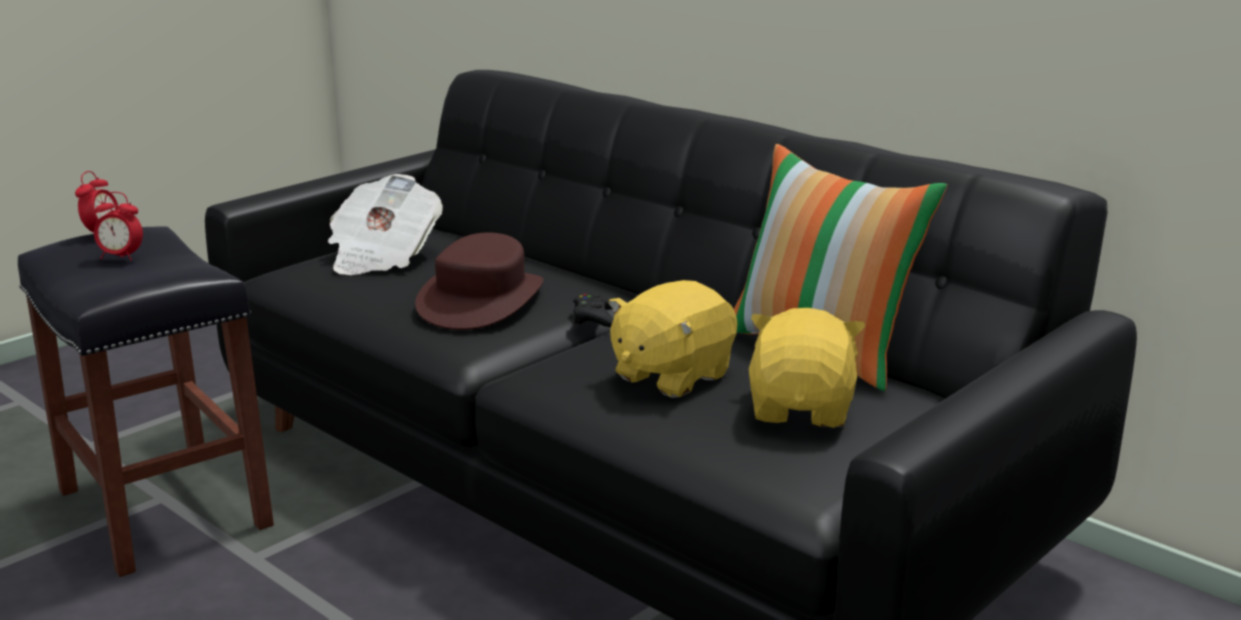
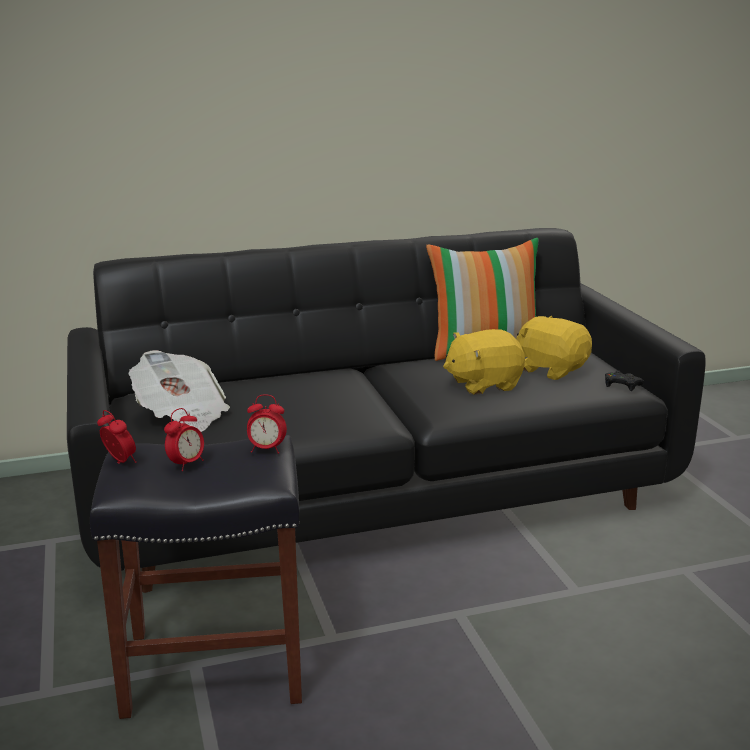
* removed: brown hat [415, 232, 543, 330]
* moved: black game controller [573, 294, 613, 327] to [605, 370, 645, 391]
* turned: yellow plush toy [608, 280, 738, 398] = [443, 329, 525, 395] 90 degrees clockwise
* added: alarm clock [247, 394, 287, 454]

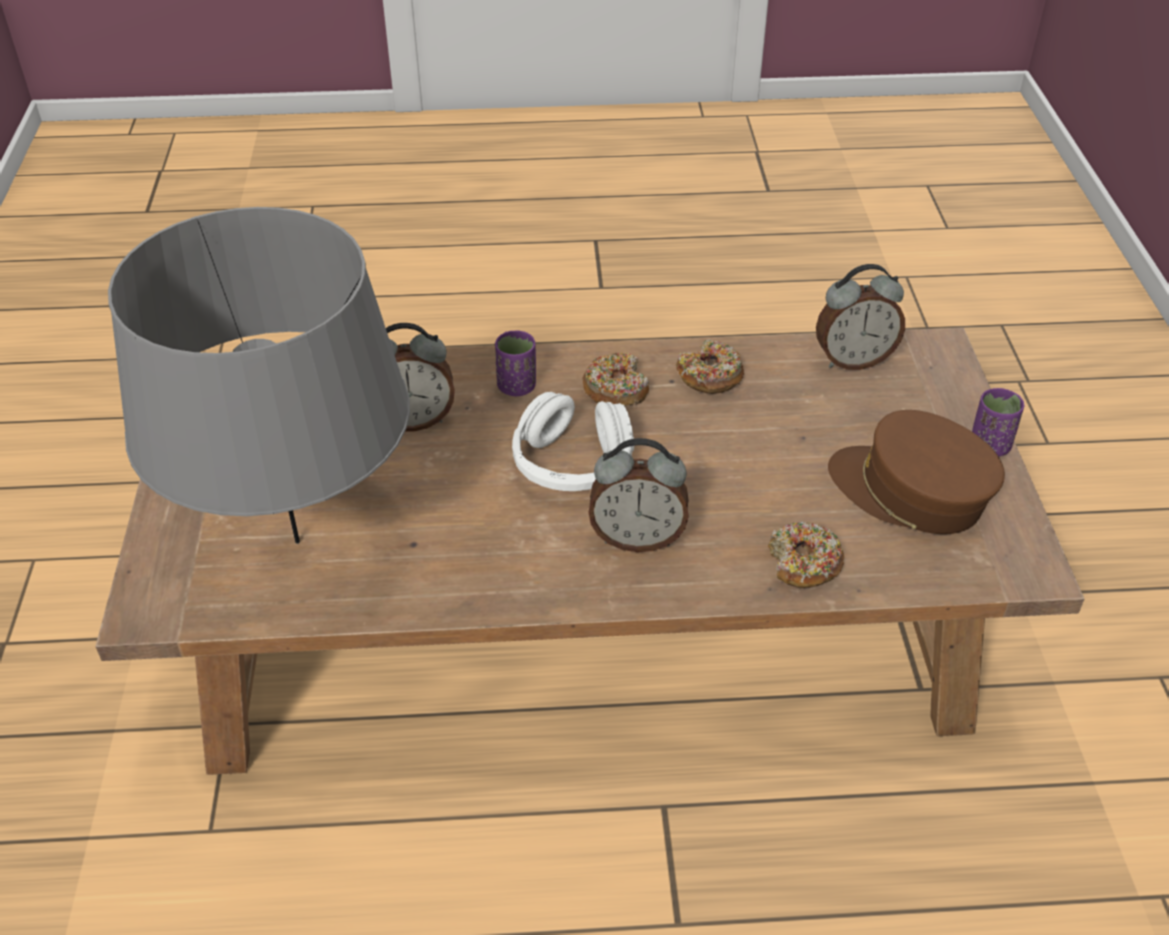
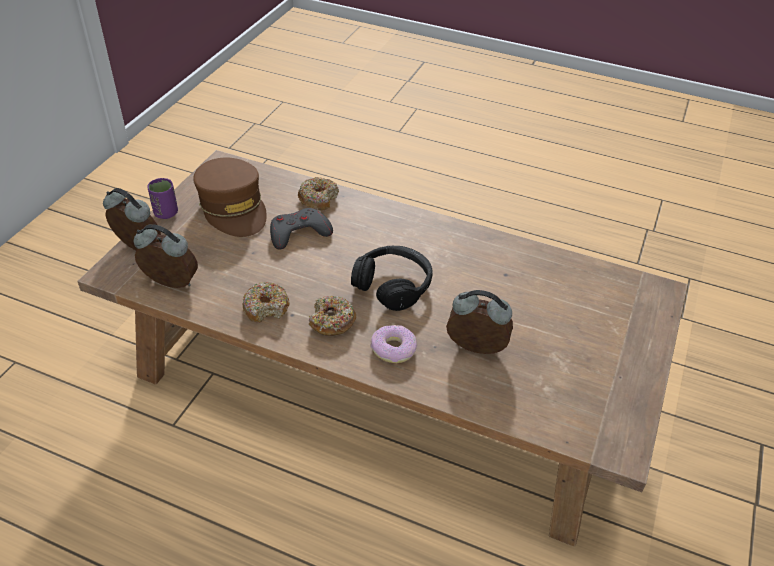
* removed: grey table lamp [108, 207, 410, 544]
* replaced: purple cup [495, 330, 536, 396] to donut [371, 325, 417, 363]
* recoloured: white headphones [512, 392, 634, 491] to black headphones [351, 246, 433, 311]
* moved: alarm clock [589, 438, 689, 552] to [103, 188, 161, 250]
* added: grey game controller [270, 208, 333, 250]

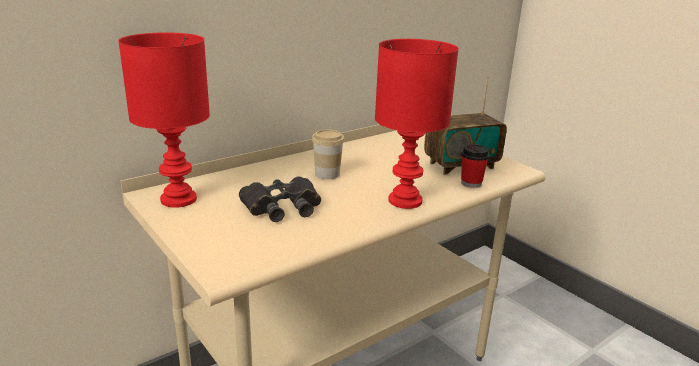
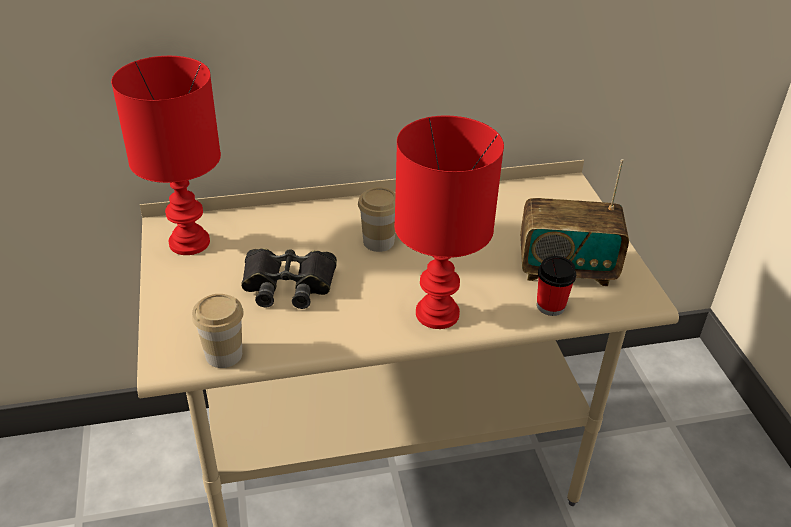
* added: cup [192, 294, 244, 368]

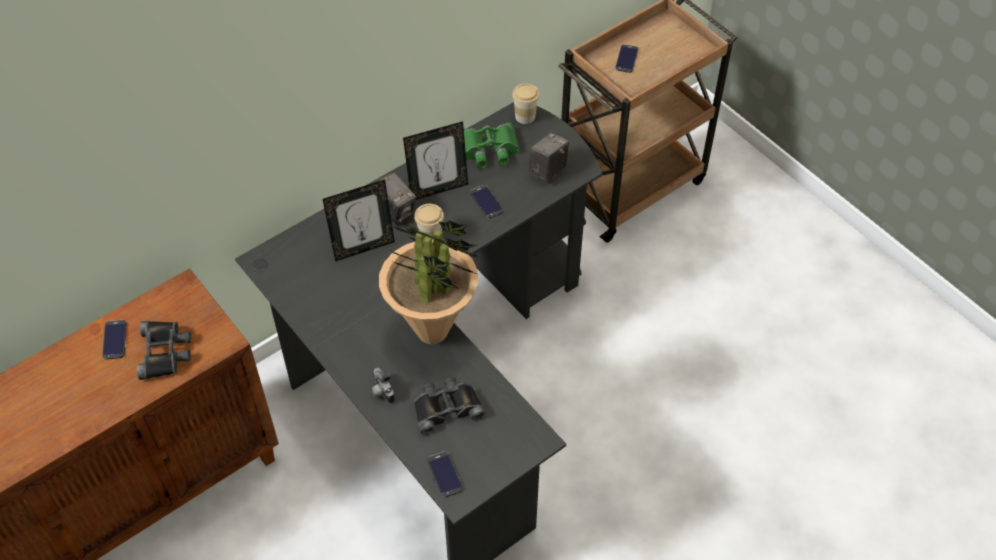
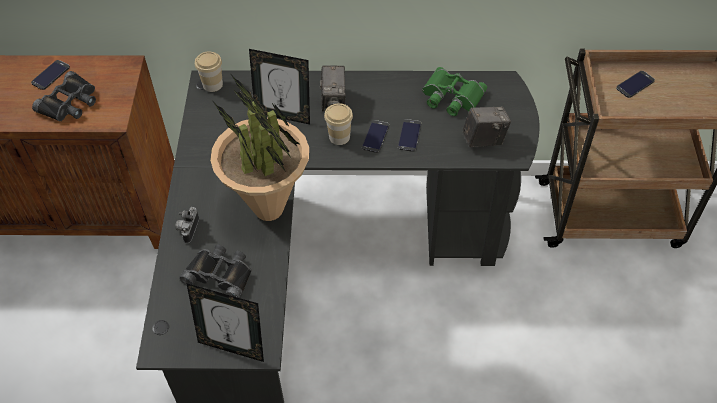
* moved: picture frame [403, 121, 468, 200] to [186, 283, 264, 362]
* moved: phone [427, 452, 463, 497] to [362, 120, 389, 153]
* moved: cup [512, 84, 540, 124] to [195, 52, 223, 92]

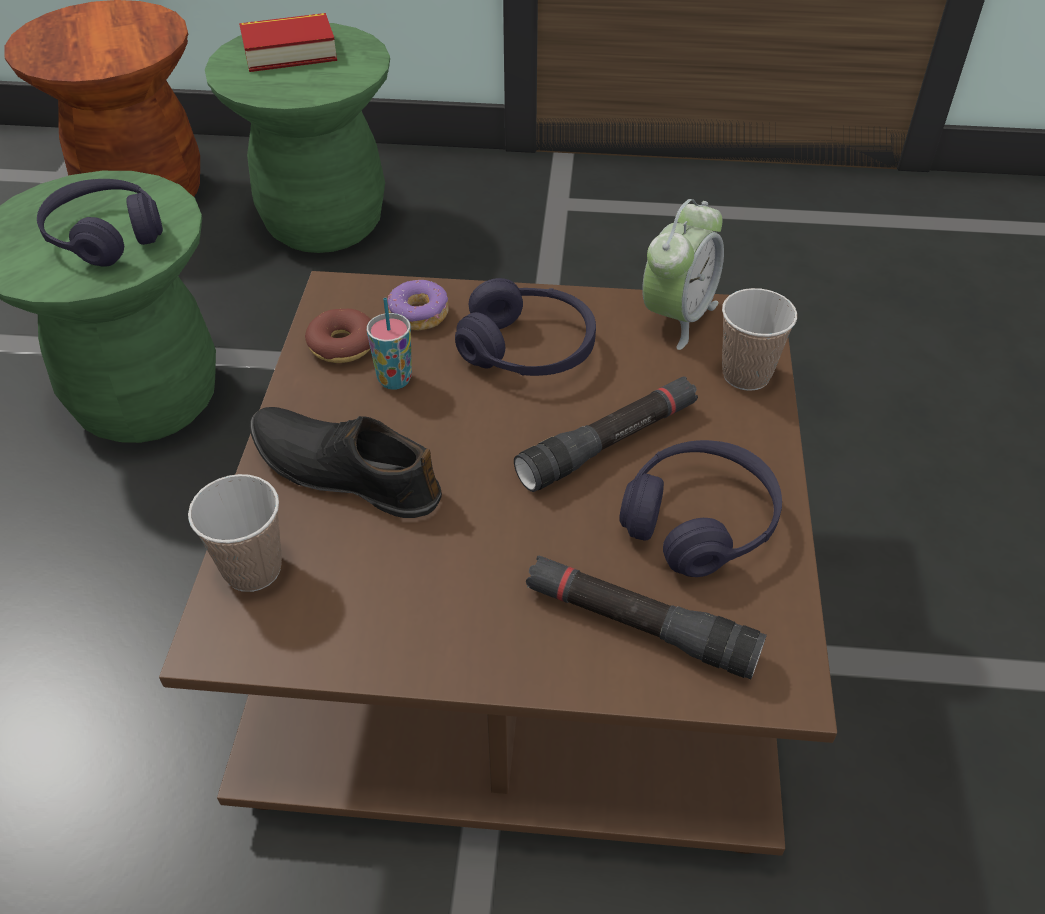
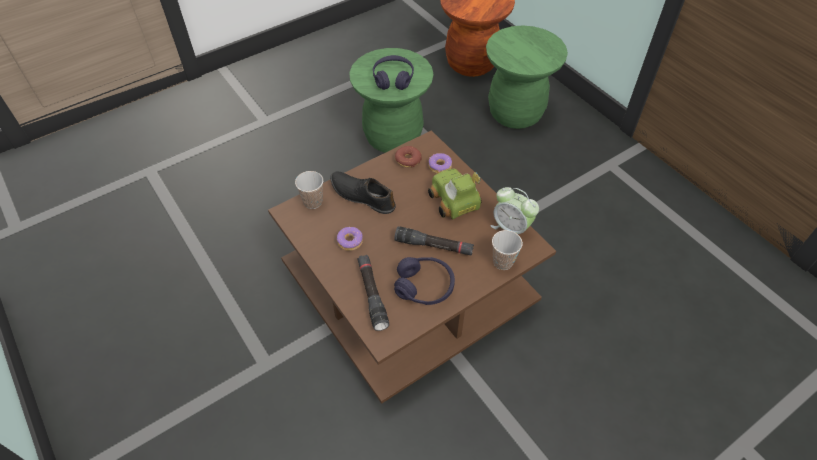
* removed: book [239, 13, 337, 72]
* turned: black shoe [250, 407, 442, 518] = [330, 171, 396, 214] 45 degrees counterclockwise
* removed: cup [367, 297, 412, 390]
* replaced: purple headphones [455, 278, 596, 376] to toy car [428, 169, 482, 219]
* turned: alarm clock [642, 199, 724, 350] = [491, 187, 539, 244] 45 degrees clockwise
* added: donut [337, 227, 363, 251]

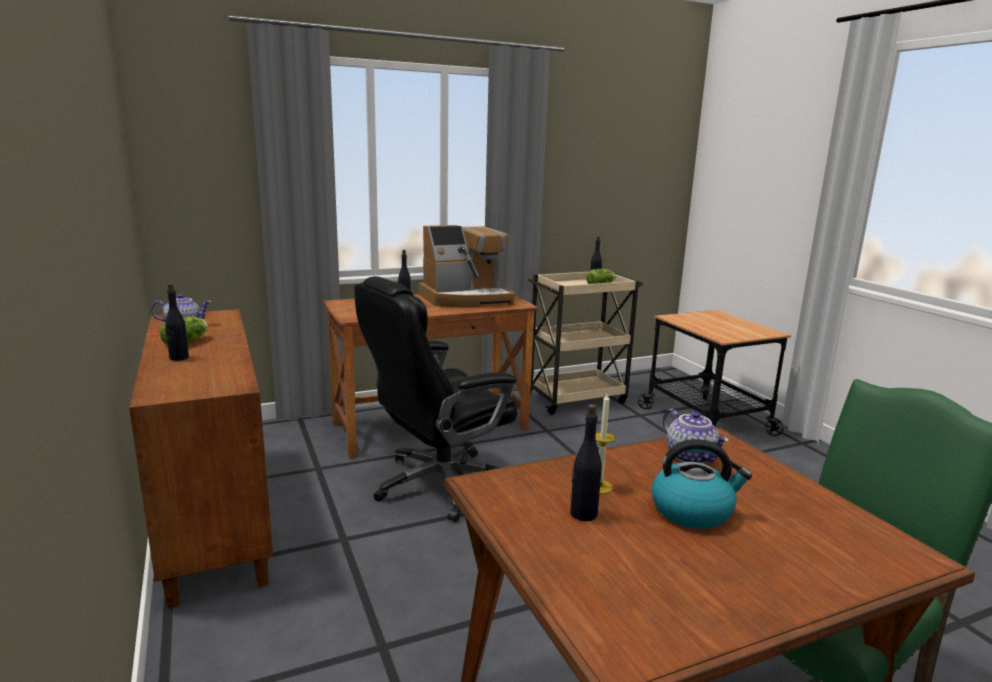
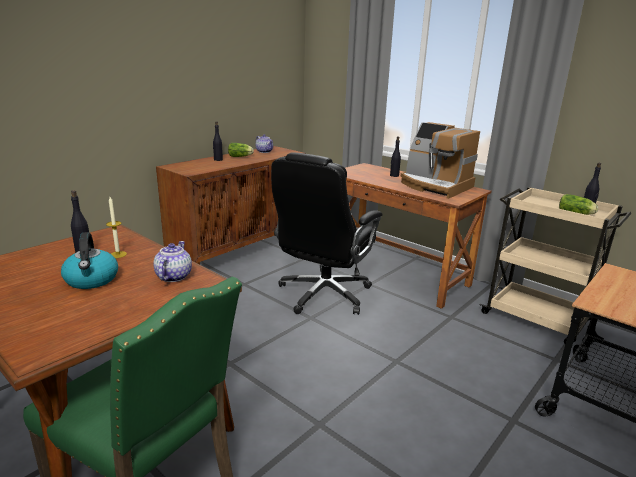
* turned: black office chair [354, 276, 518, 522] = [271, 153, 383, 315] 90 degrees counterclockwise
* turned: teapot [663, 409, 729, 463] = [153, 241, 192, 282] 150 degrees clockwise

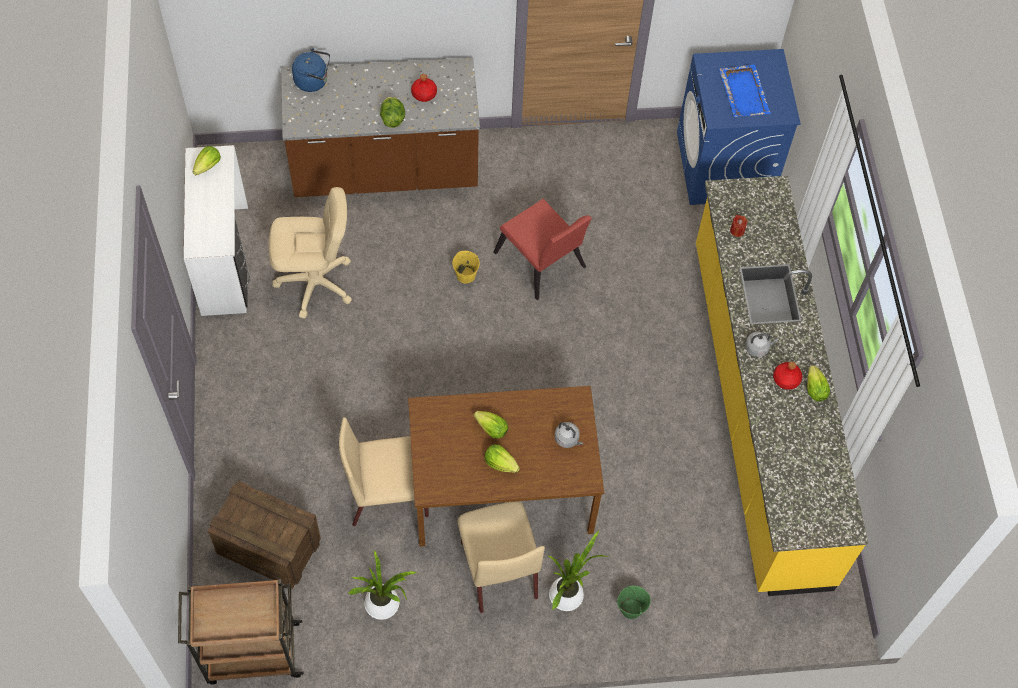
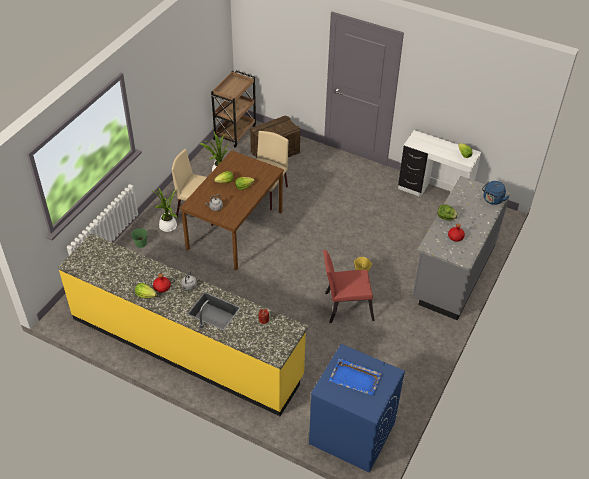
* removed: beige office chair [269, 187, 352, 319]
* recoloured: brown counter [281, 58, 480, 197] to grey counter [413, 176, 510, 320]

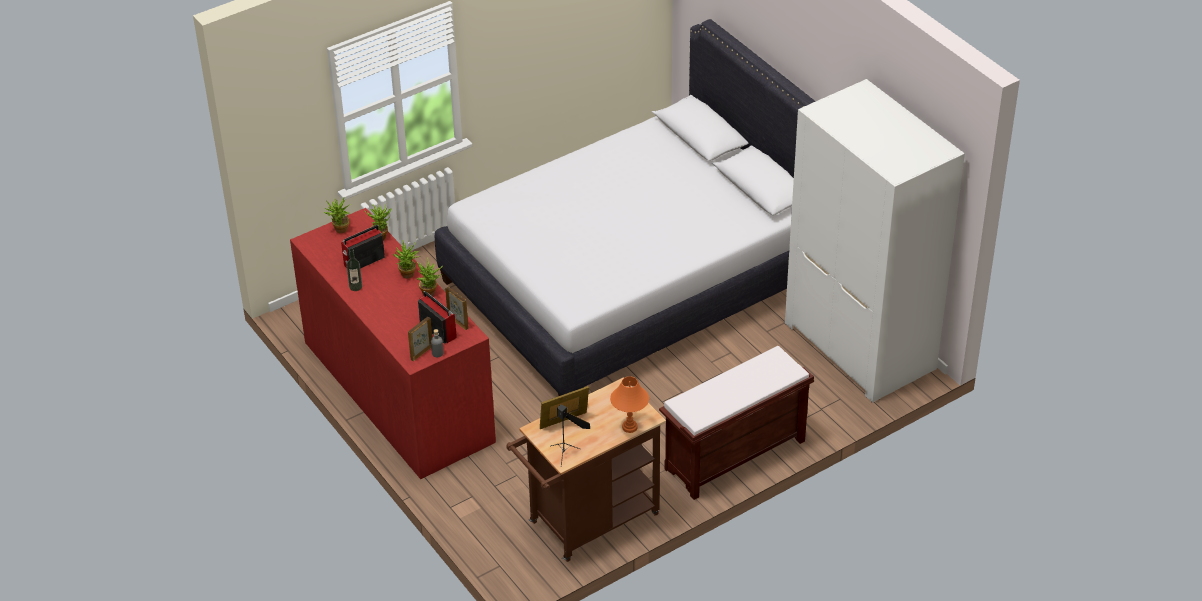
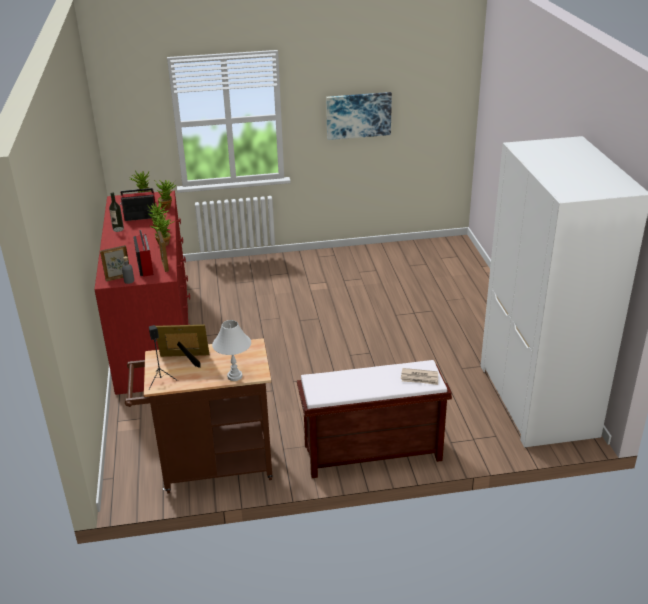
* removed: white bed [435, 19, 816, 396]
* recoloured: orange table lamp [610, 376, 649, 433] to white table lamp [212, 320, 251, 381]
* added: picture [326, 92, 392, 140]
* added: newspaper [401, 368, 438, 385]

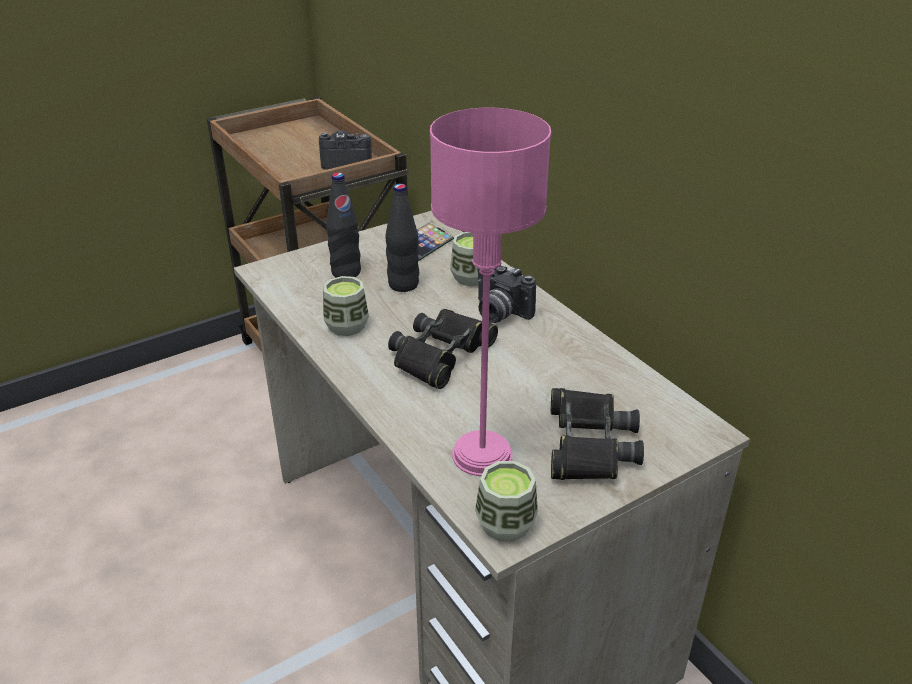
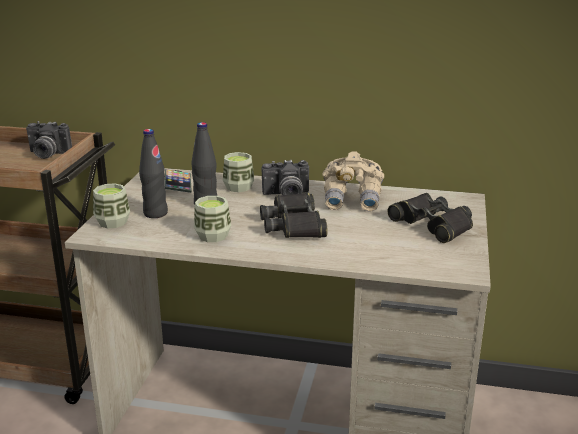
* turned: photo camera [319, 130, 372, 170] = [26, 121, 72, 159] 120 degrees counterclockwise
* removed: pink table lamp [430, 108, 551, 476]
* moved: cup [475, 461, 538, 542] to [93, 183, 130, 228]
* added: beige binoculars [322, 151, 384, 211]

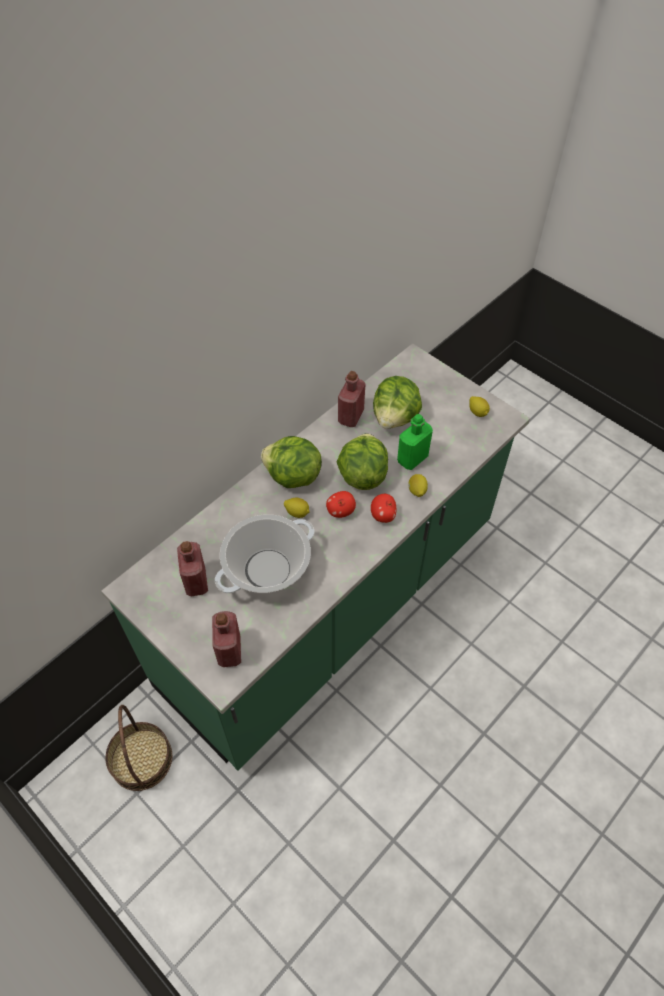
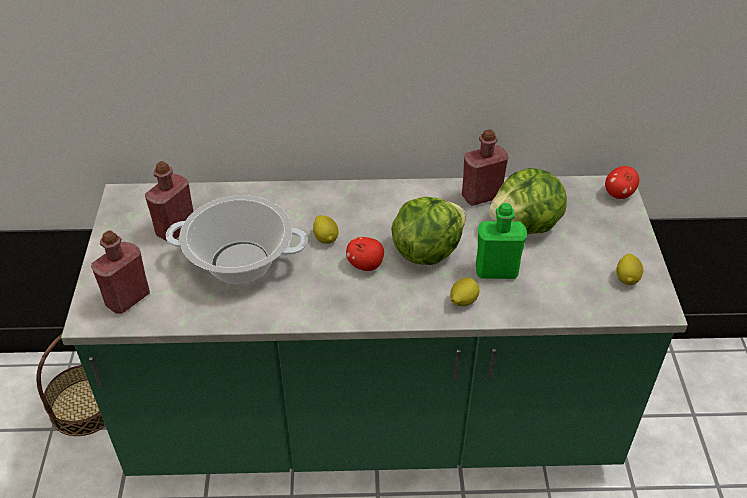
* removed: lettuce [261, 436, 322, 488]
* moved: apple [371, 494, 396, 523] to [605, 166, 639, 199]

